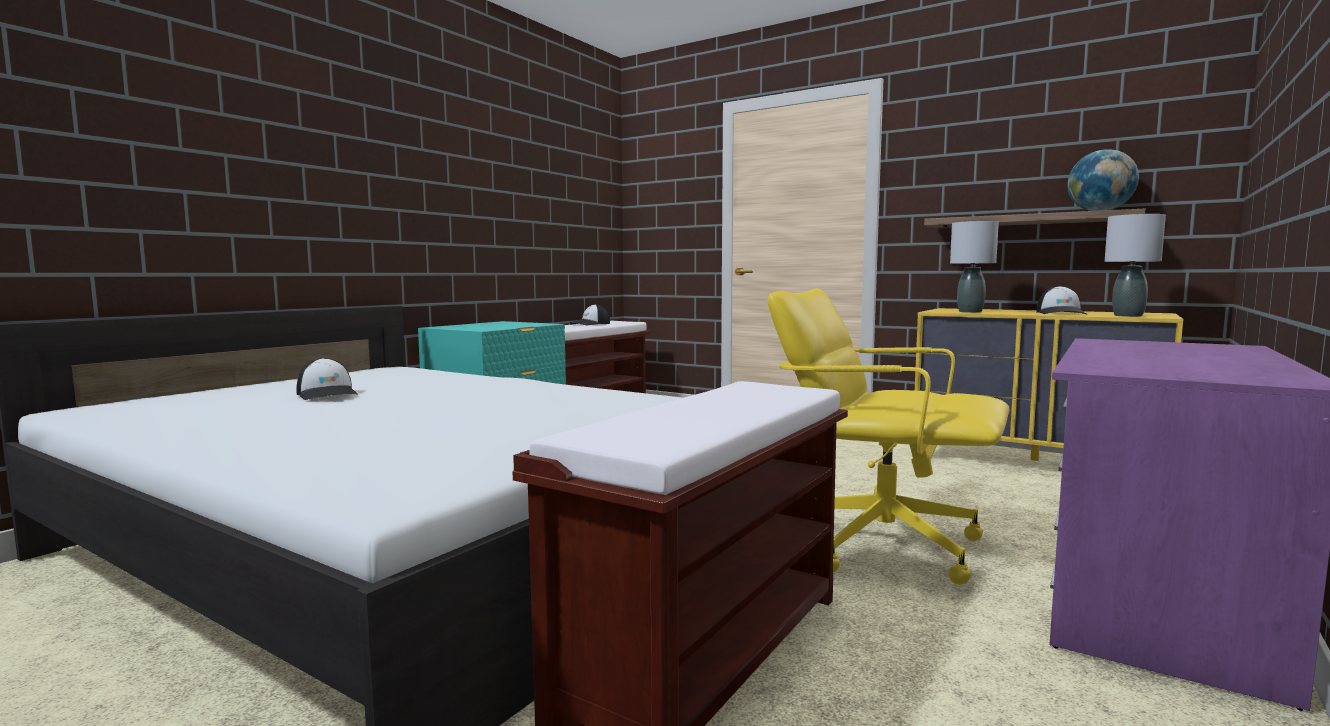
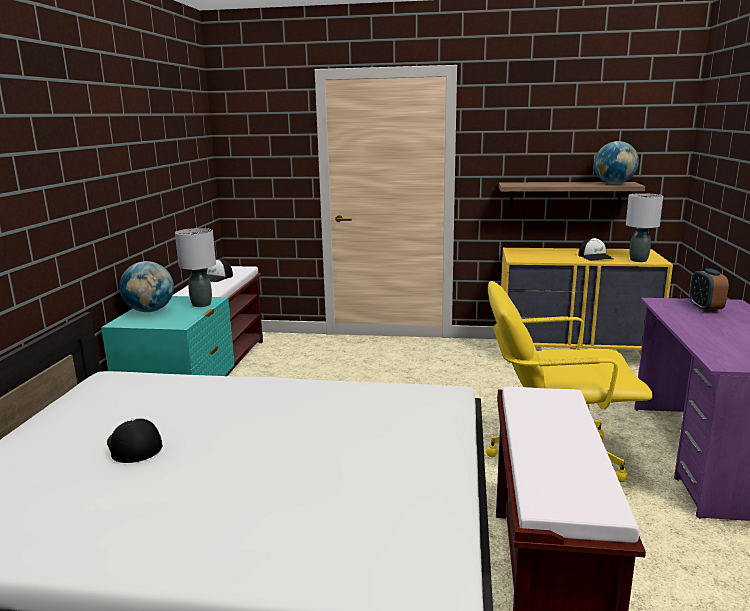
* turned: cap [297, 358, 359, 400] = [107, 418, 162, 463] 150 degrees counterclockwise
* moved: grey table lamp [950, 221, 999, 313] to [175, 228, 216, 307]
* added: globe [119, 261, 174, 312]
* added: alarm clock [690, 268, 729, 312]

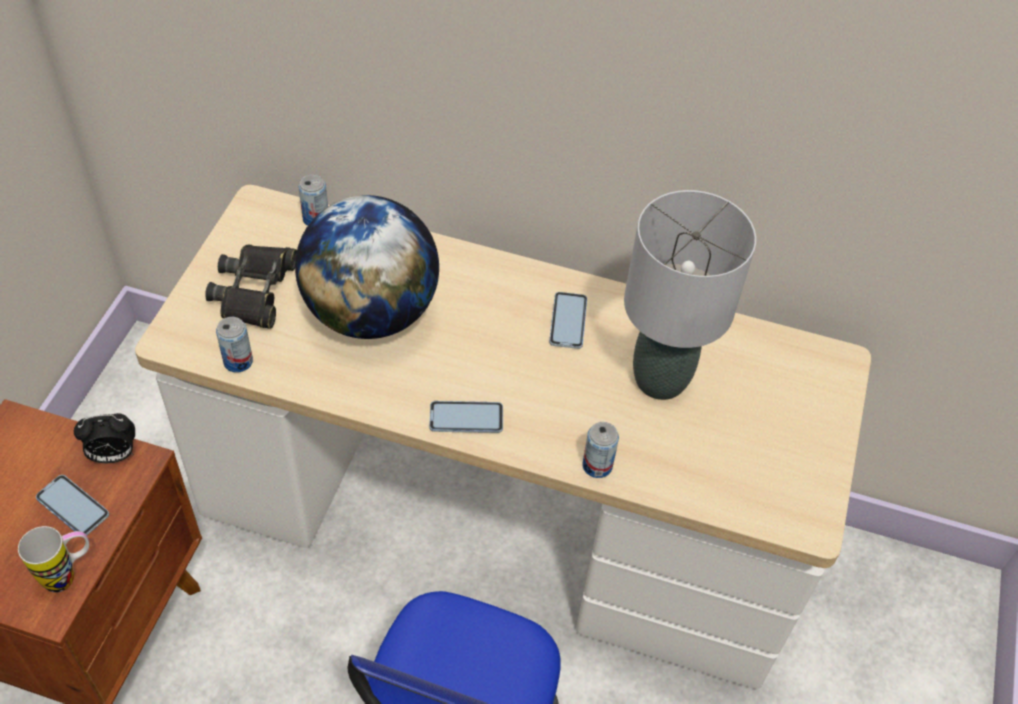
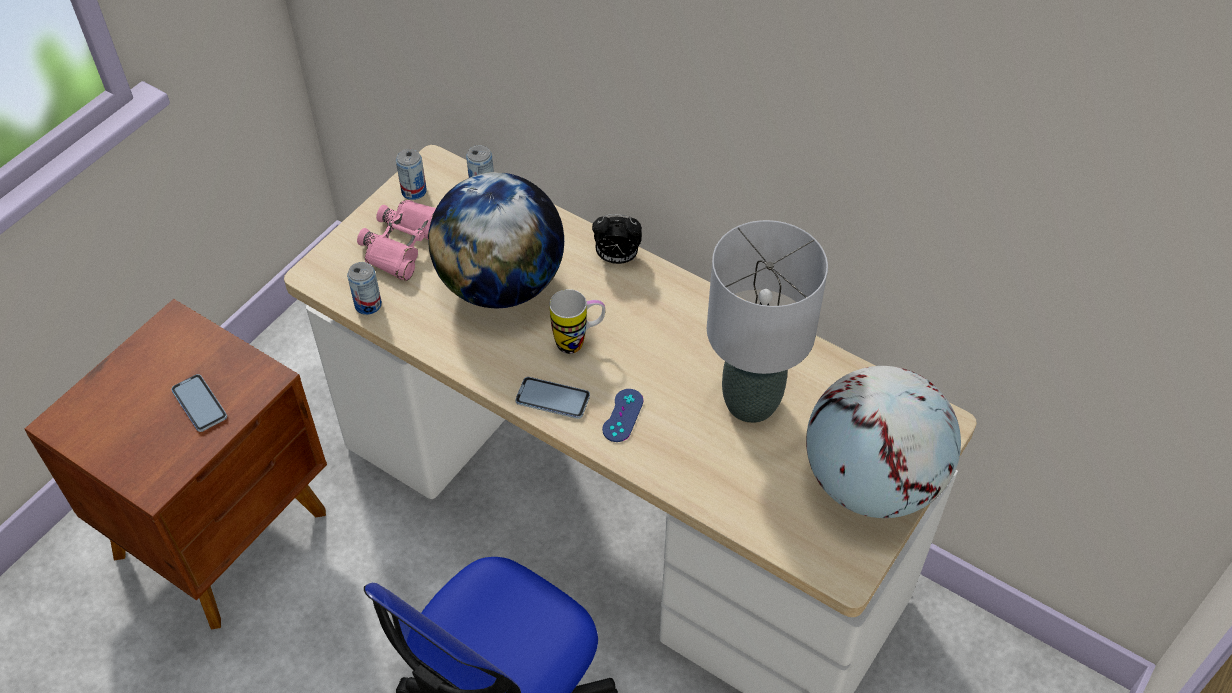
* moved: mug [18, 526, 89, 593] to [549, 289, 605, 354]
* moved: alarm clock [74, 413, 135, 463] to [592, 214, 642, 264]
* recoloured: black binoculars [205, 245, 297, 329] to pink binoculars [357, 200, 436, 281]
* removed: phone [549, 292, 587, 349]
* moved: can [582, 422, 619, 478] to [396, 149, 427, 200]
* added: blue game controller [602, 389, 644, 442]
* added: globe [806, 366, 961, 518]

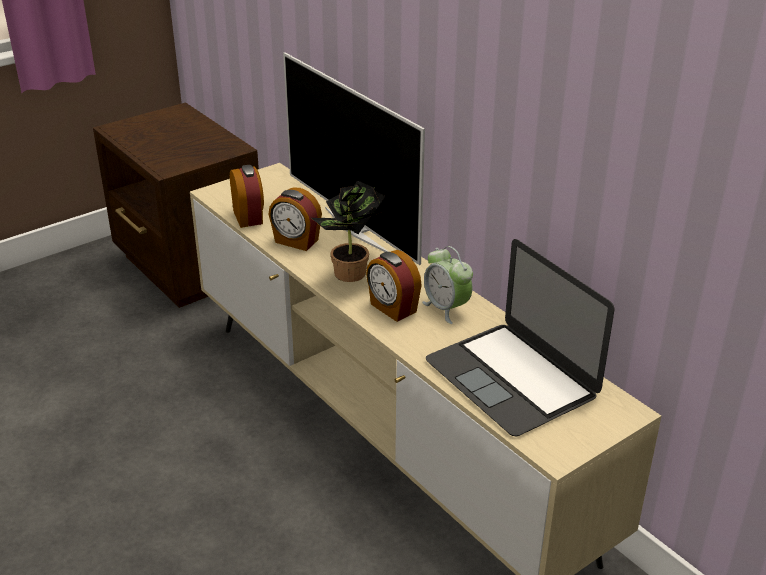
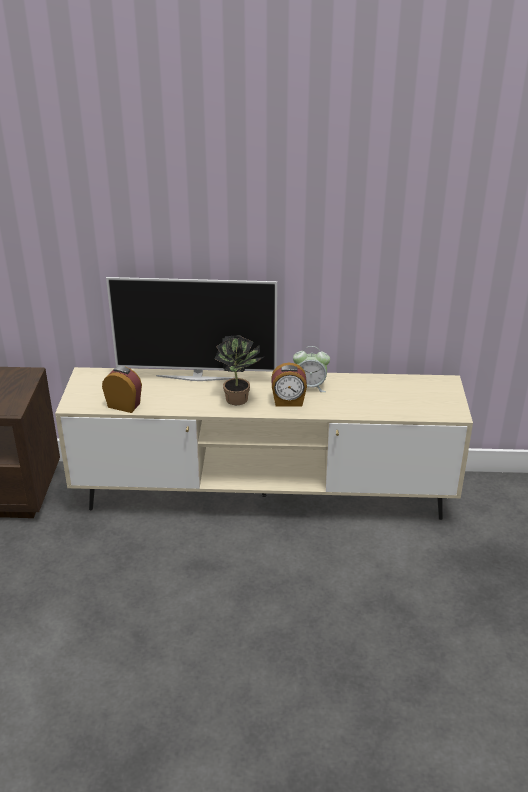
* removed: alarm clock [268, 187, 322, 251]
* removed: laptop [426, 239, 614, 437]

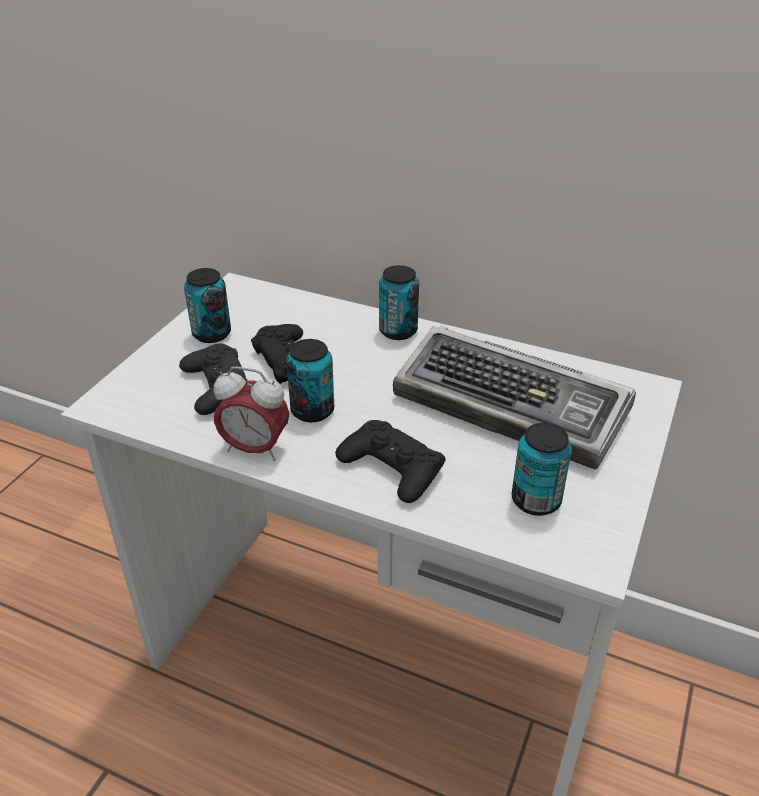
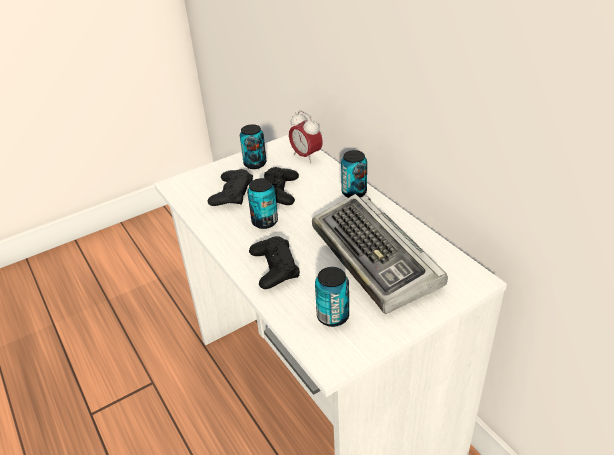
* moved: alarm clock [213, 366, 289, 461] to [289, 110, 323, 163]

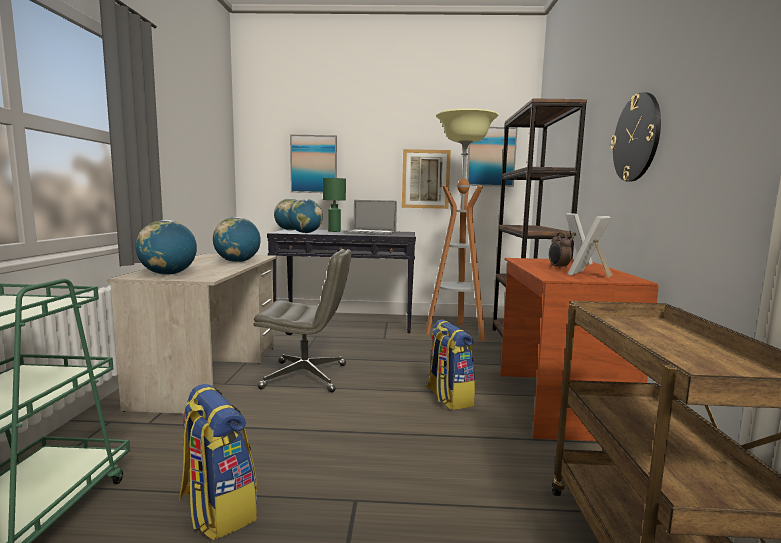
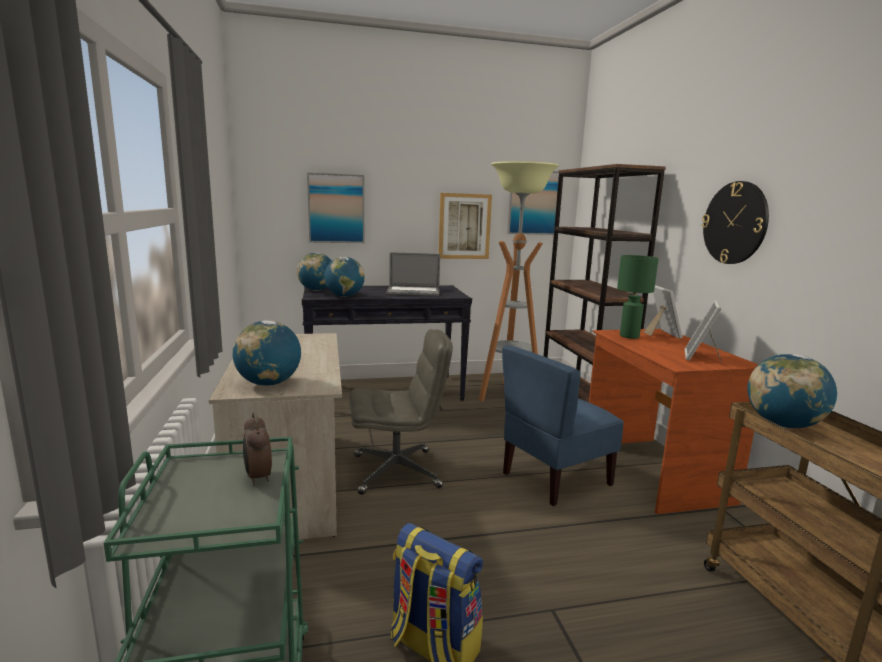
* moved: globe [213, 217, 261, 262] to [747, 354, 837, 428]
* moved: green table lamp [323, 178, 346, 232] to [617, 255, 659, 339]
* replaced: backpack [426, 320, 475, 410] to blue chair [502, 345, 624, 506]
* moved: alarm clock [549, 232, 572, 269] to [243, 412, 272, 486]

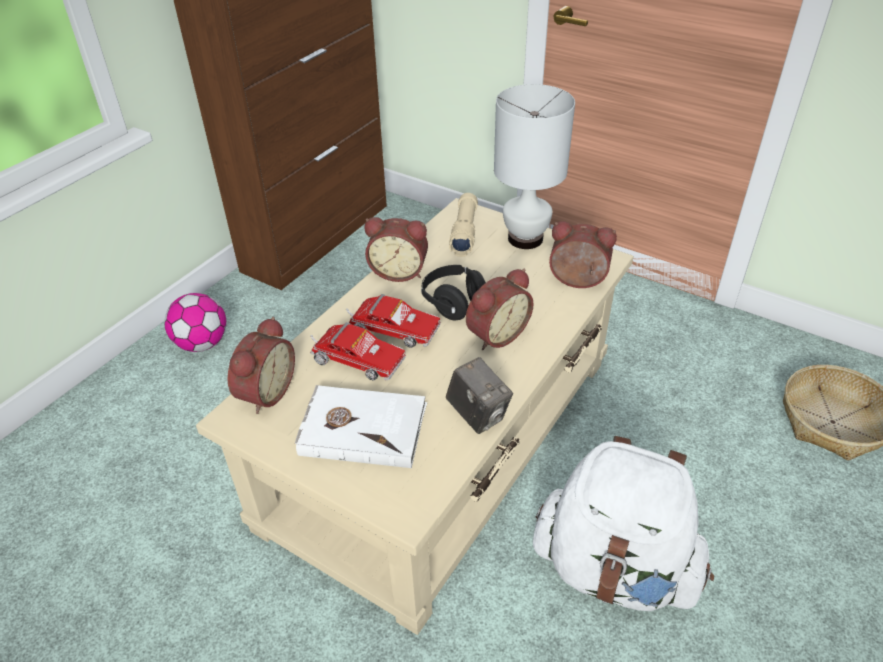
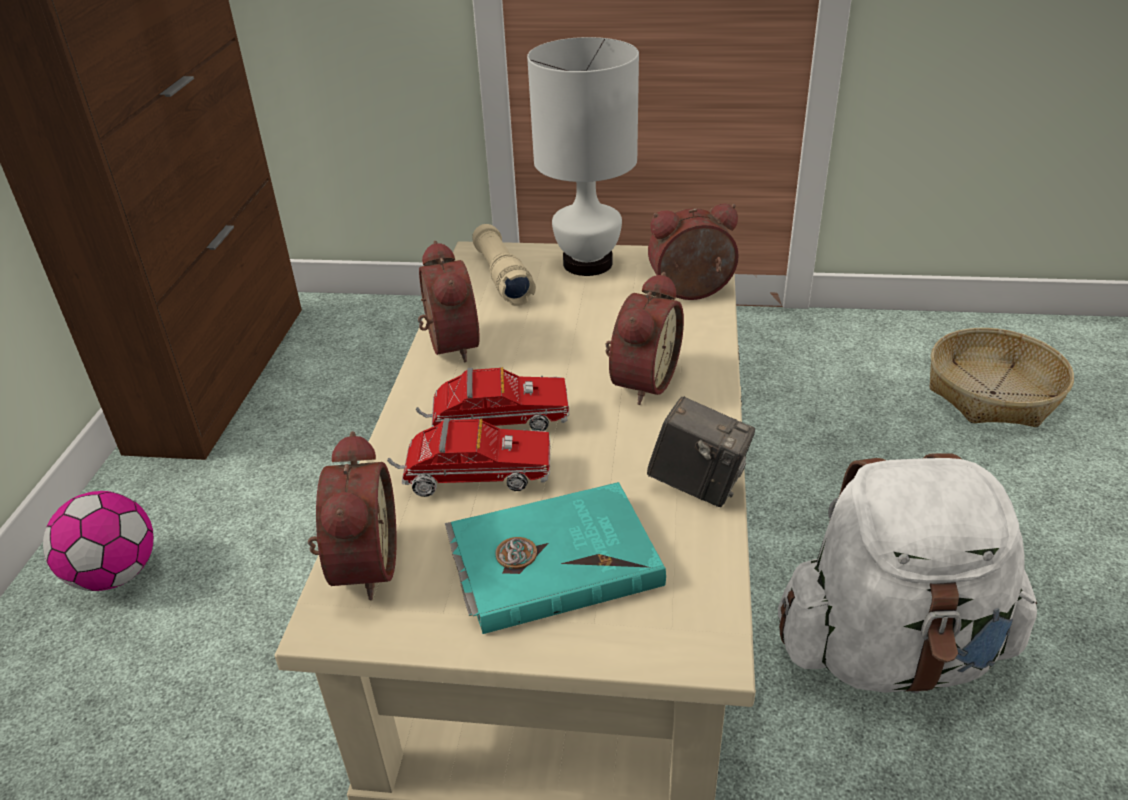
* recoloured: white book [295, 385, 428, 468] to turquoise book [445, 482, 666, 634]
* turned: alarm clock [365, 217, 428, 282] = [418, 241, 480, 362] 90 degrees counterclockwise
* removed: black headphones [421, 265, 486, 320]

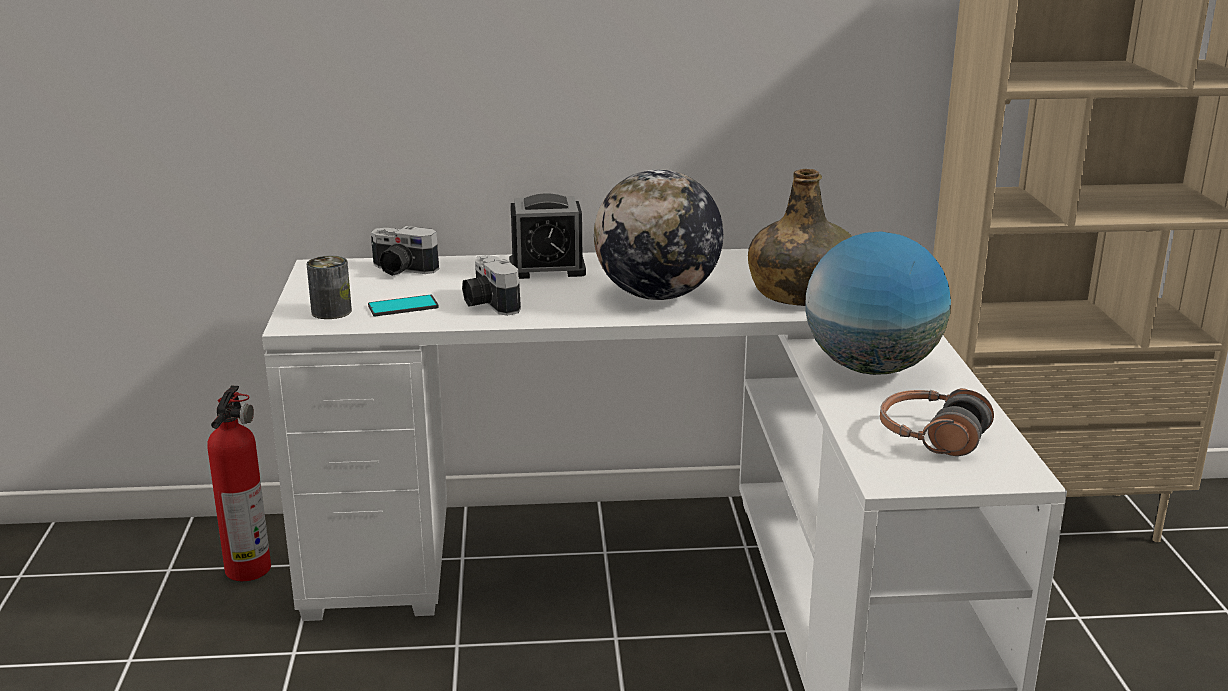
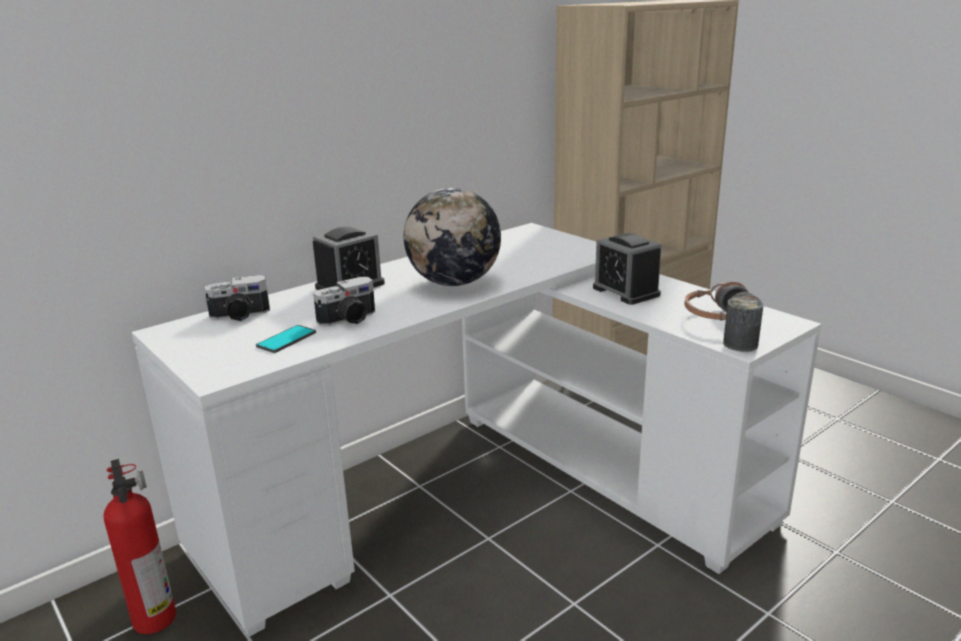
* moved: can [306, 255, 352, 319] to [723, 297, 764, 352]
* turned: photo camera [462, 255, 521, 316] = [313, 277, 375, 326] 60 degrees counterclockwise
* removed: green bottle [748, 169, 852, 306]
* replaced: globe [806, 231, 951, 375] to alarm clock [593, 233, 662, 305]

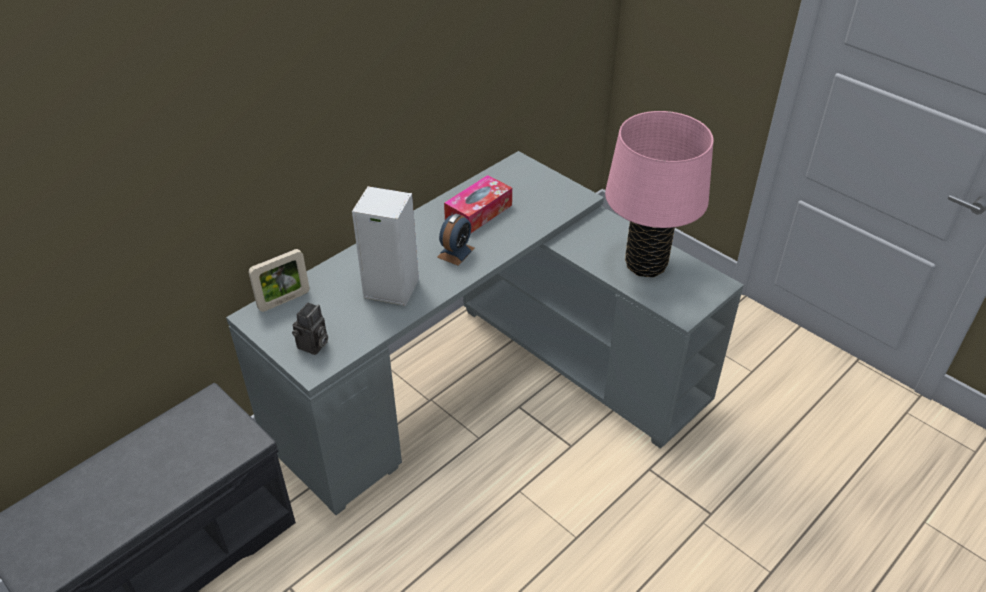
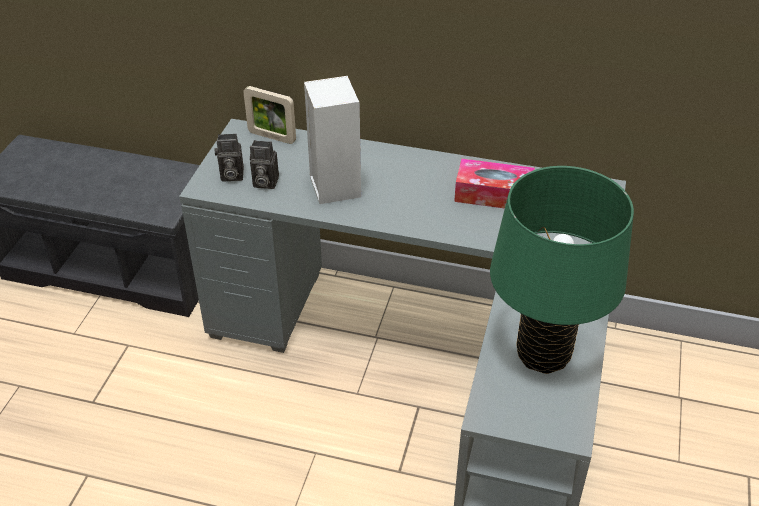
* removed: alarm clock [437, 214, 475, 266]
* recoloured: pink table lamp [605, 111, 714, 277] to green table lamp [490, 166, 634, 374]
* added: photo camera [250, 140, 279, 189]

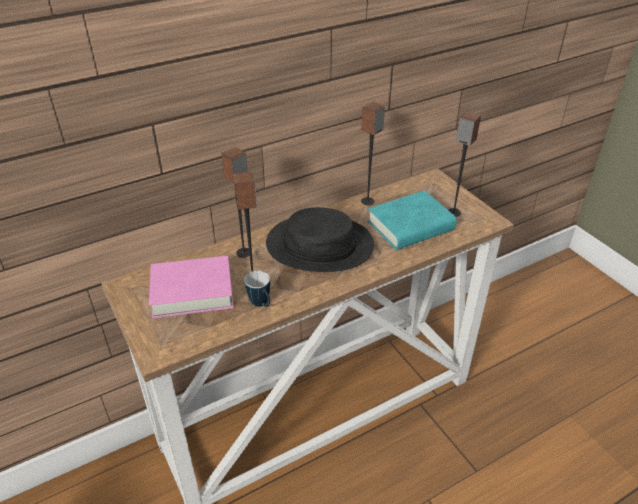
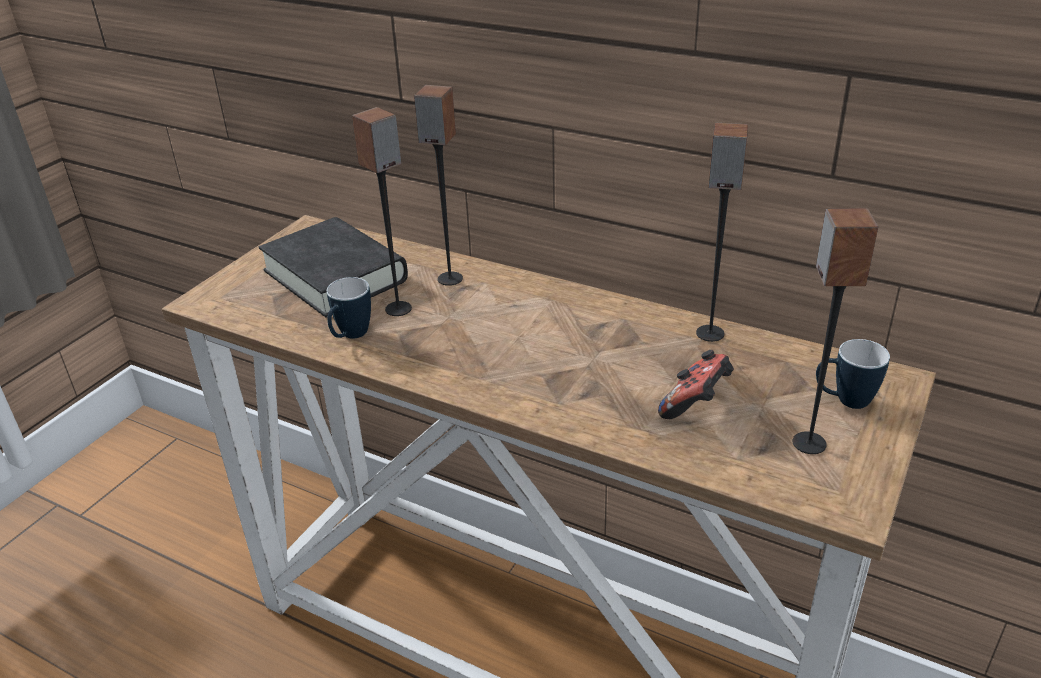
* recoloured: pink book [149, 256, 233, 318] to black book [259, 217, 408, 318]
* removed: black hat [266, 207, 374, 272]
* replaced: turquoise book [368, 190, 457, 250] to game controller [658, 350, 734, 419]
* added: mug [816, 339, 890, 409]

